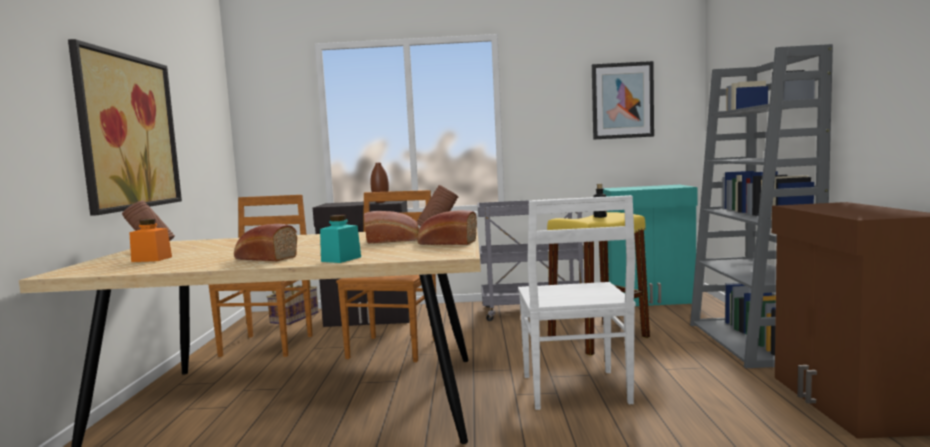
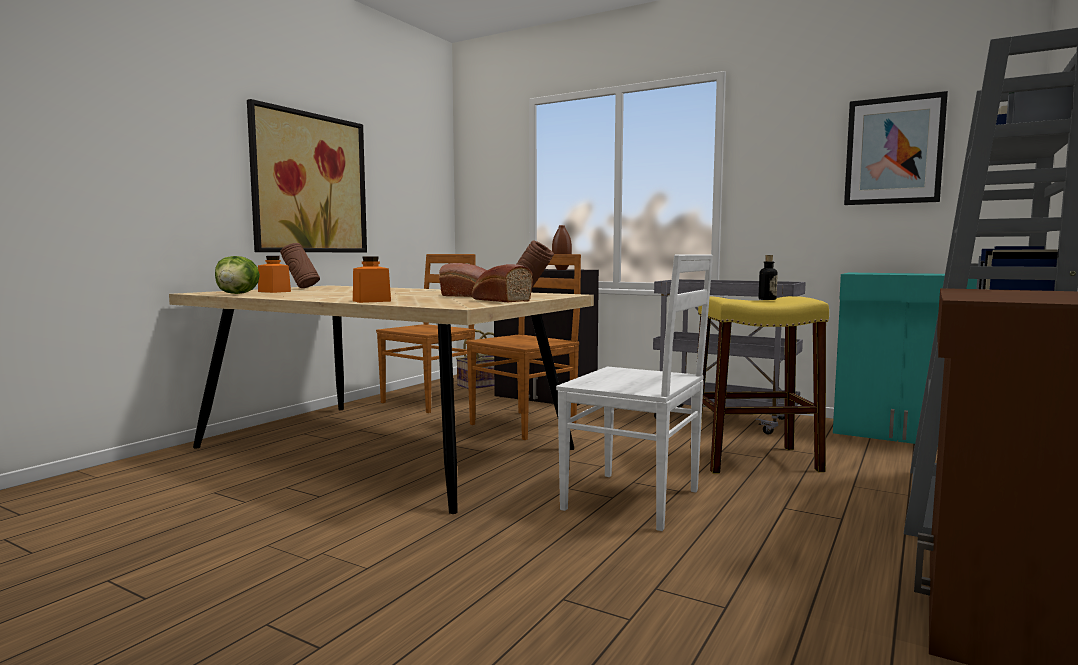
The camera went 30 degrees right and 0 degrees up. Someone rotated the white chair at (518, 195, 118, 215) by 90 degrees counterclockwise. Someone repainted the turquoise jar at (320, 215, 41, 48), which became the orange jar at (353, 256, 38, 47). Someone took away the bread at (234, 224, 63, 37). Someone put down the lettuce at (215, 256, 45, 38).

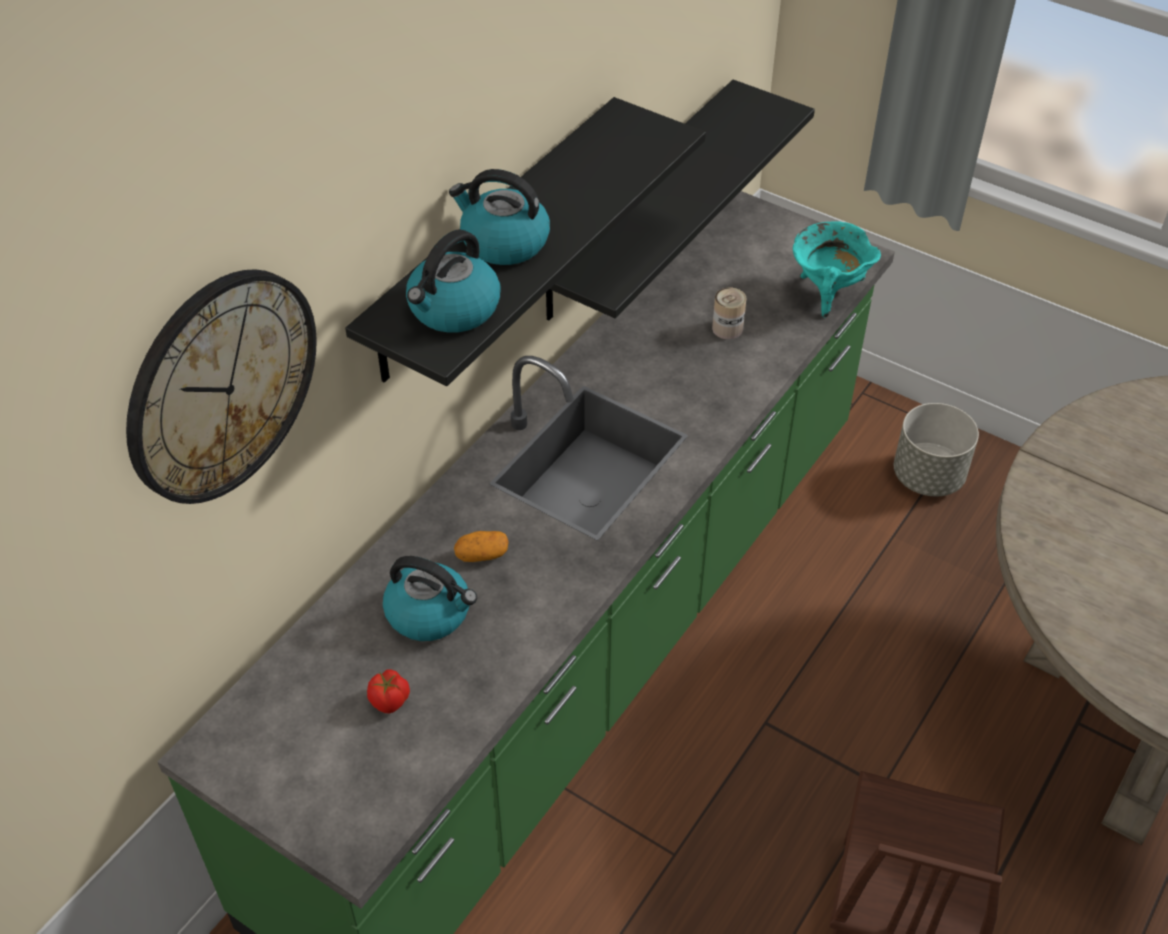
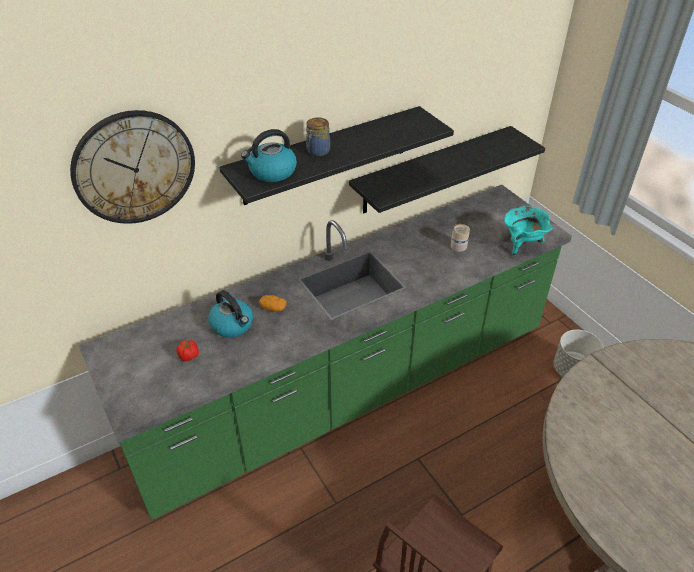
The camera went 25 degrees right and 5 degrees down. Someone swapped the kettle at (449, 169, 101, 96) for the jar at (306, 117, 24, 39).

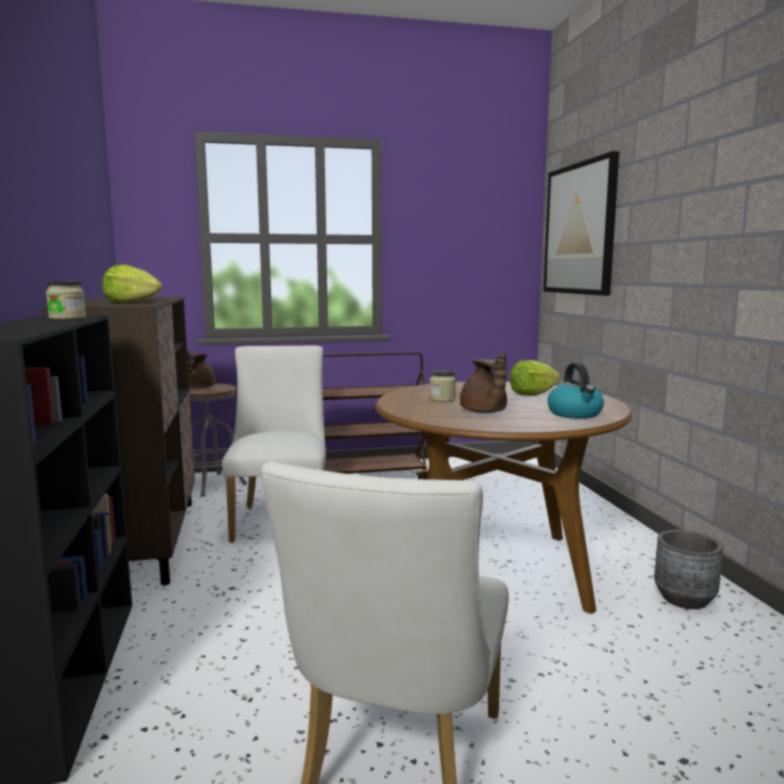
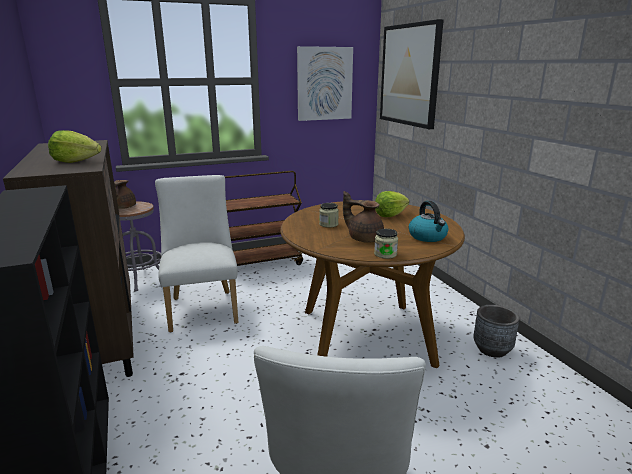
The camera went 10 degrees left and 10 degrees up. Someone carried the jar from (46, 282, 40, 38) to (374, 229, 24, 30). Someone rotated the brown teapot at (460, 352, 47, 61) by 150 degrees clockwise. Someone put up the picture at (297, 46, 56, 75).

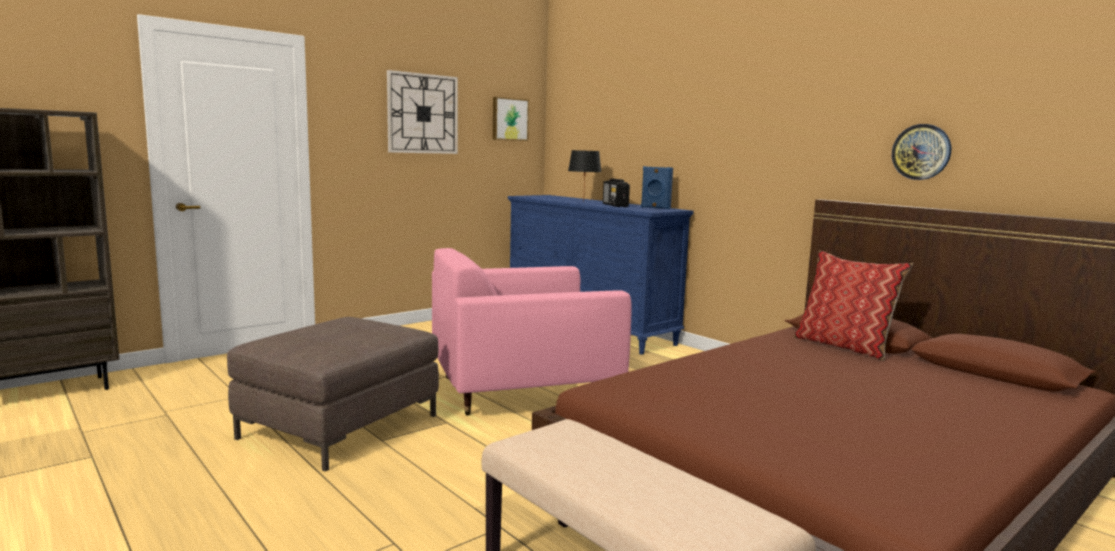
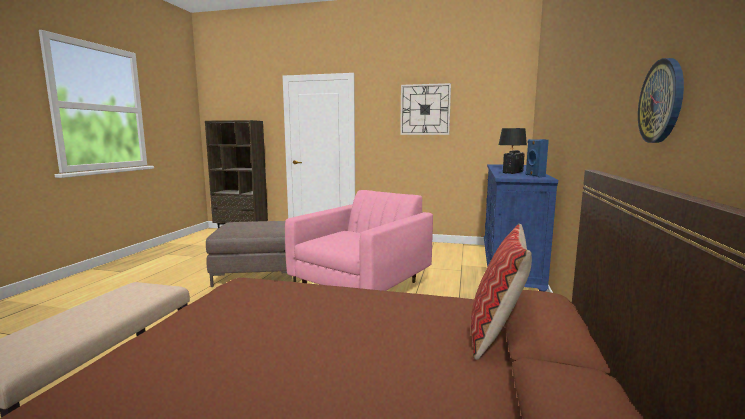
The camera went 55 degrees right and 0 degrees up. Someone took away the picture at (493, 97, 36, 44). Someone rotated the pink armchair at (432, 248, 200, 168) by 90 degrees clockwise.

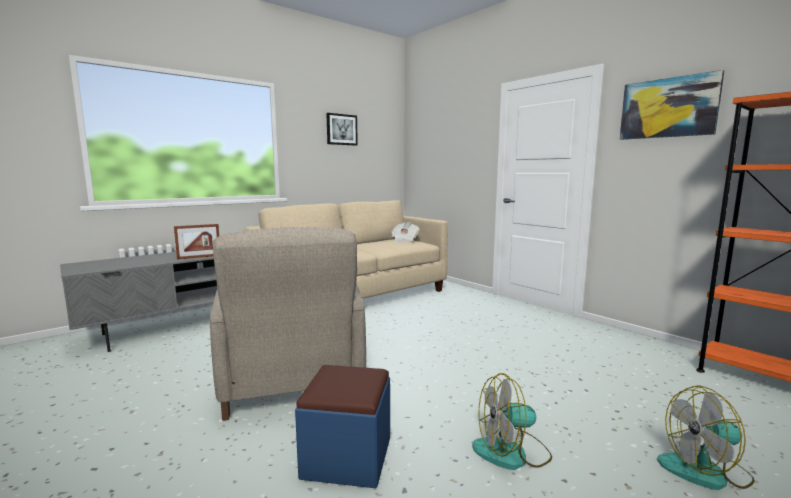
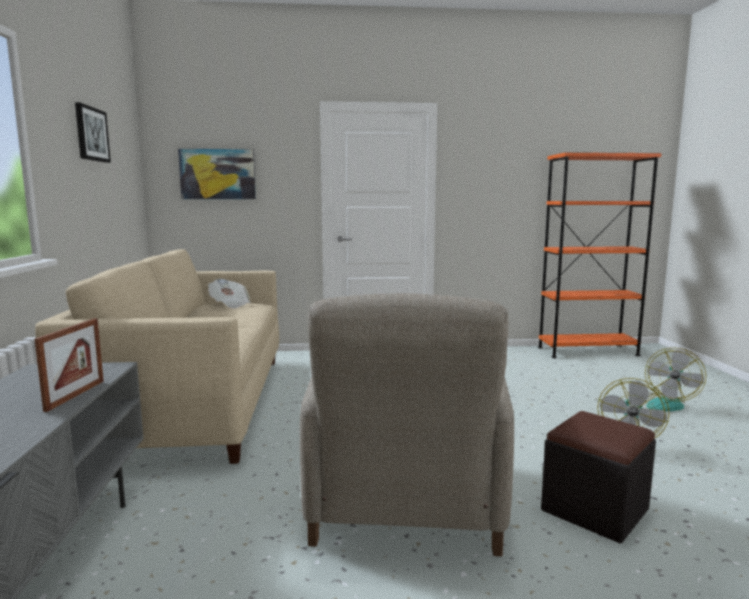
The camera went 55 degrees left and 0 degrees up. Someone carried the picture from (620, 70, 104, 70) to (178, 149, 78, 50). Someone rotated the beige armchair at (210, 227, 156, 194) by 75 degrees clockwise. Someone repainted the blue ottoman at (295, 365, 95, 123), which became the black ottoman at (541, 411, 115, 132).

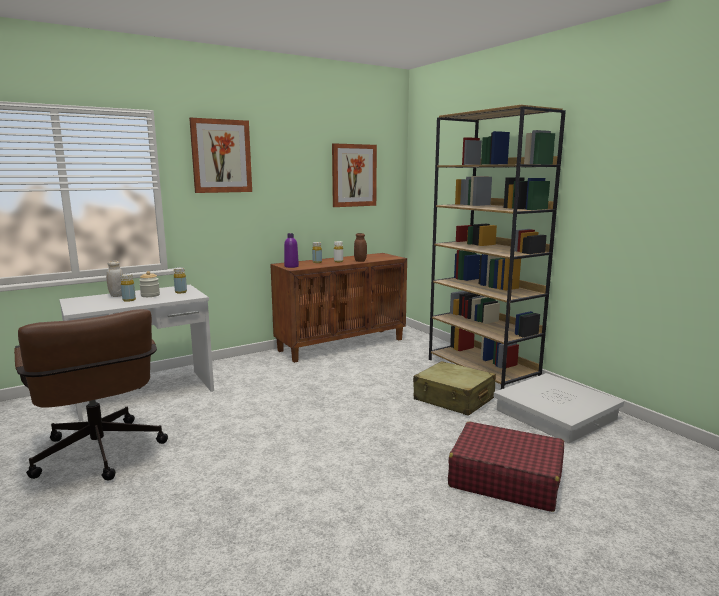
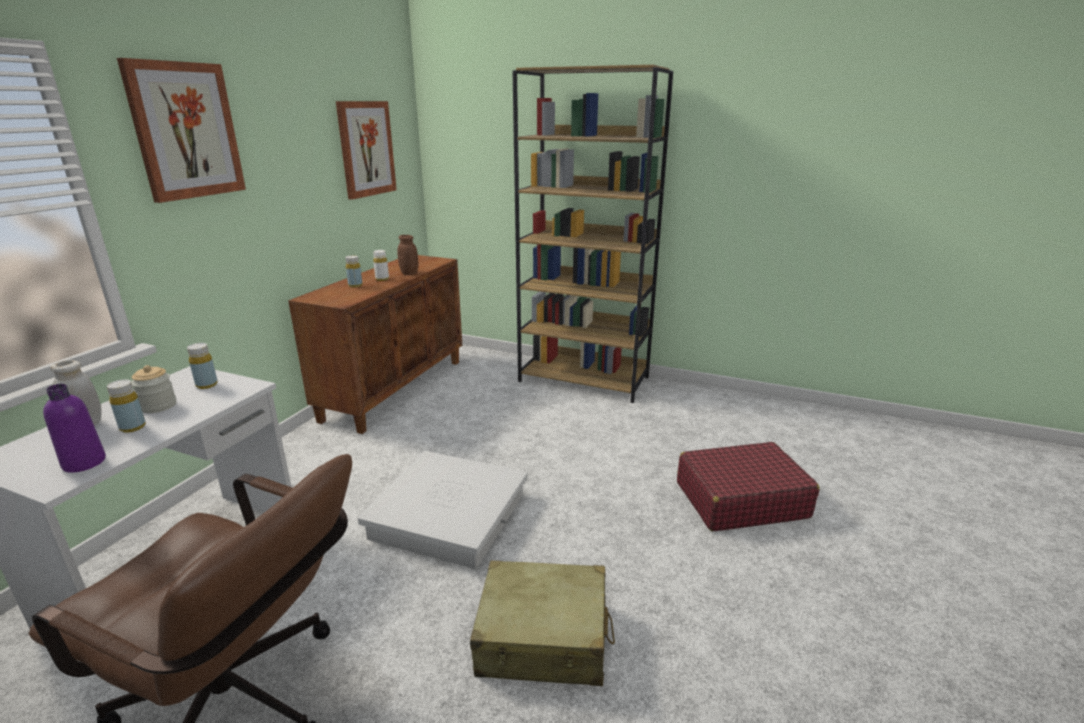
The camera went 35 degrees left and 10 degrees up. Someone carried the purple bottle from (284, 233, 15, 35) to (43, 384, 63, 89). Someone carried the beige suitcase from (413, 361, 83, 55) to (470, 560, 145, 126). Someone carried the white storage box from (494, 373, 130, 71) to (358, 451, 170, 118).

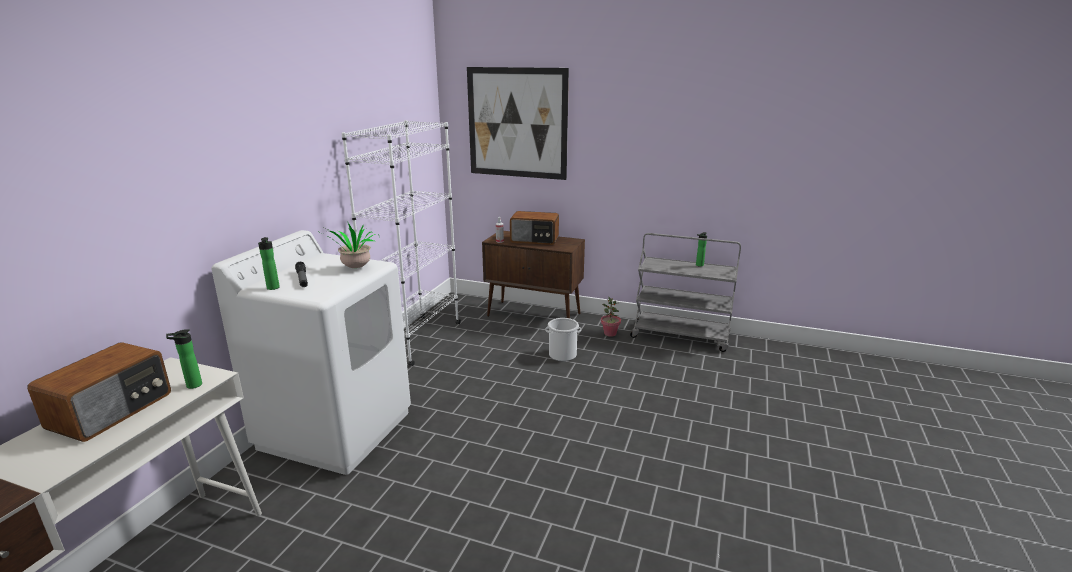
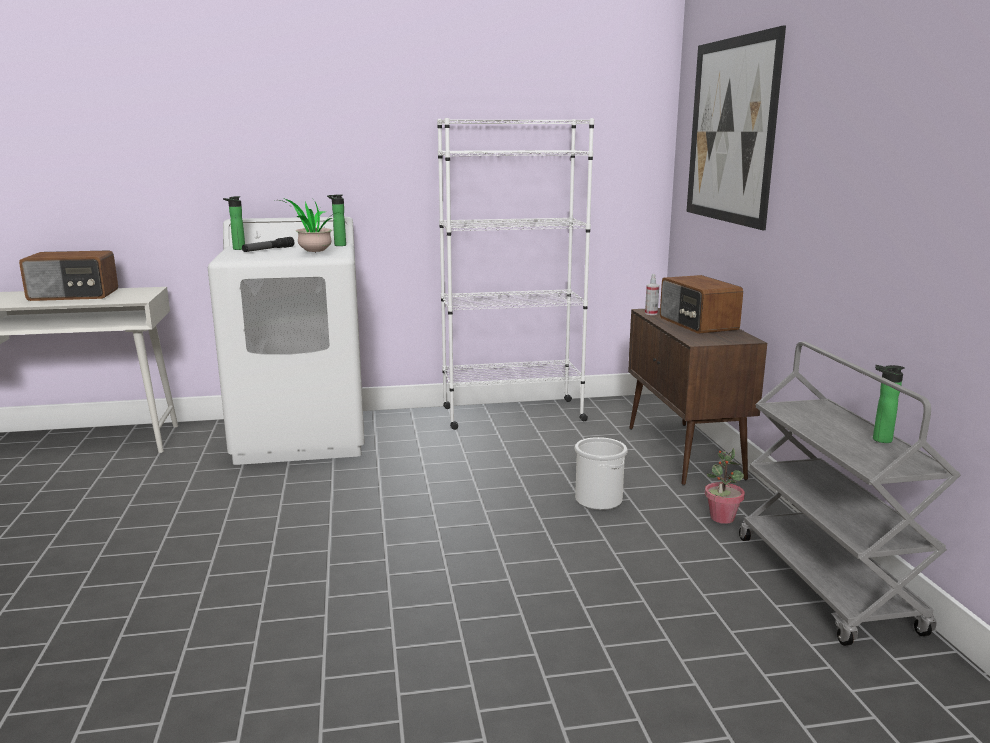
The camera went 60 degrees right and 5 degrees down. Someone carried the bottle from (166, 329, 36, 60) to (327, 194, 19, 52).

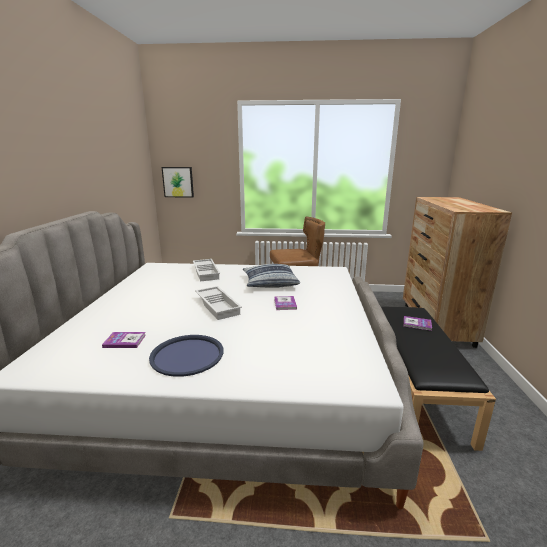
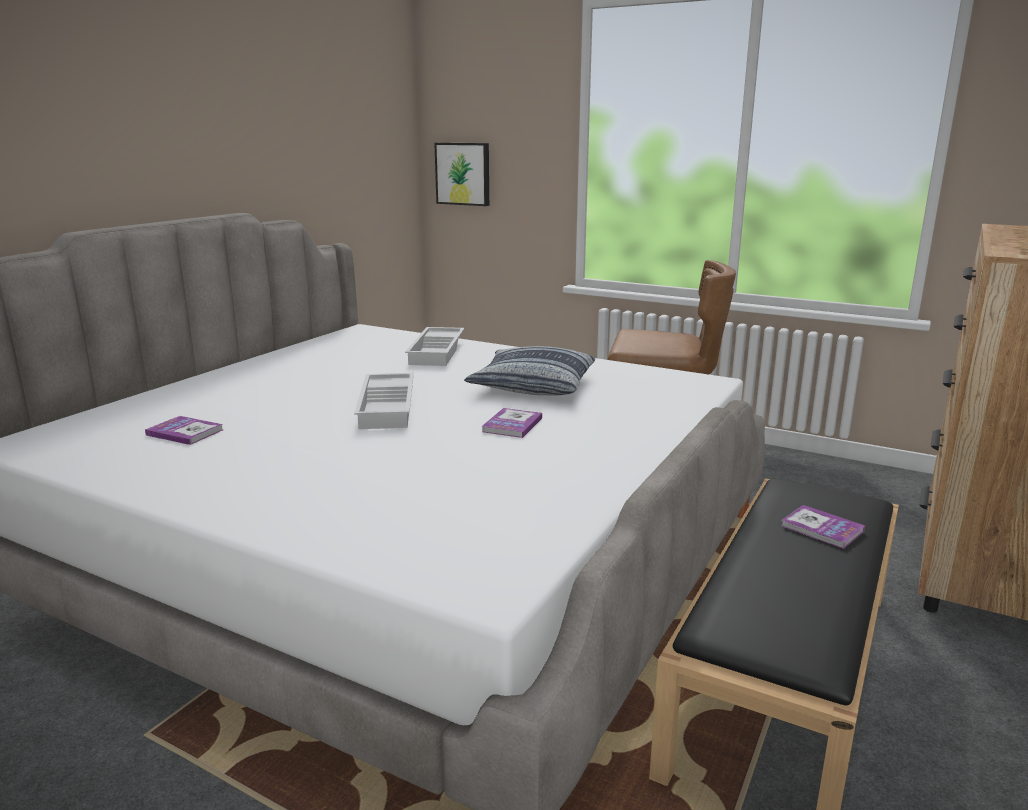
The camera went 25 degrees right and 0 degrees up. Someone took away the blue tray at (149, 335, 75, 42).

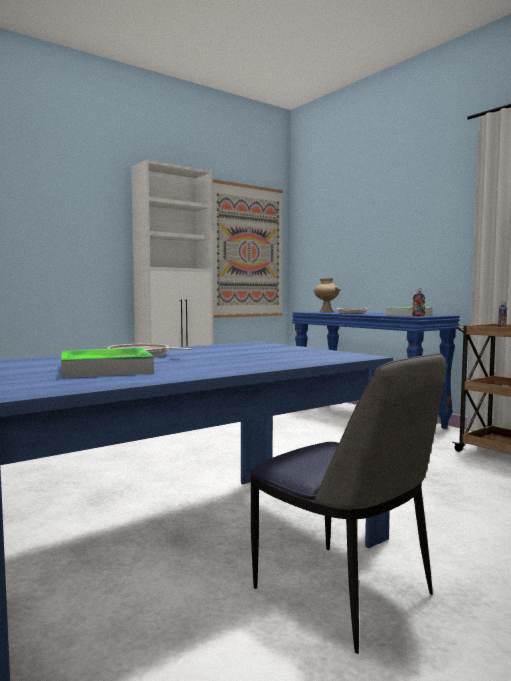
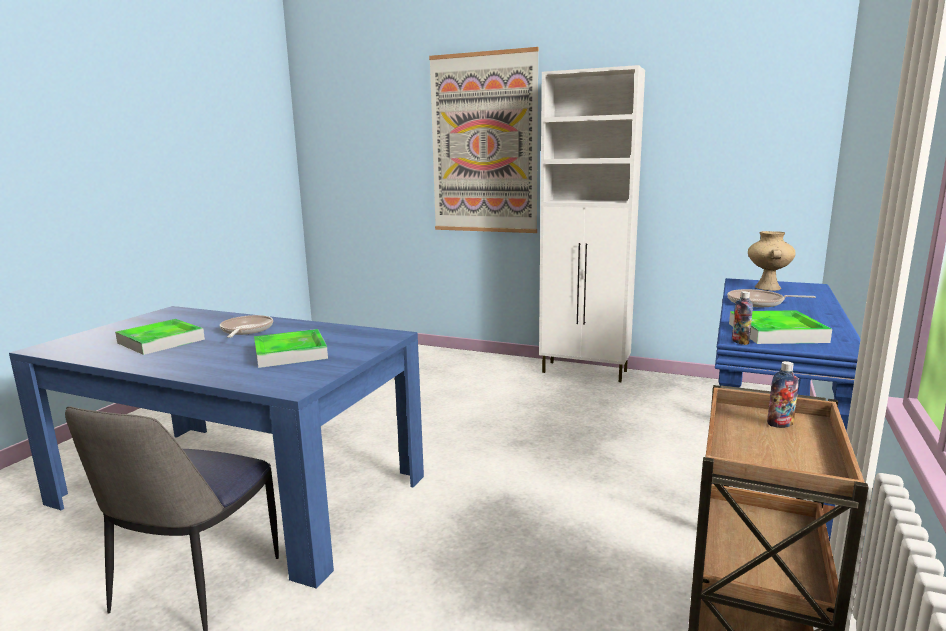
The camera went 60 degrees right and 10 degrees up. Someone carried the picture from (212, 179, 71, 139) to (429, 47, 110, 186). Someone put down the tray at (254, 329, 74, 39).

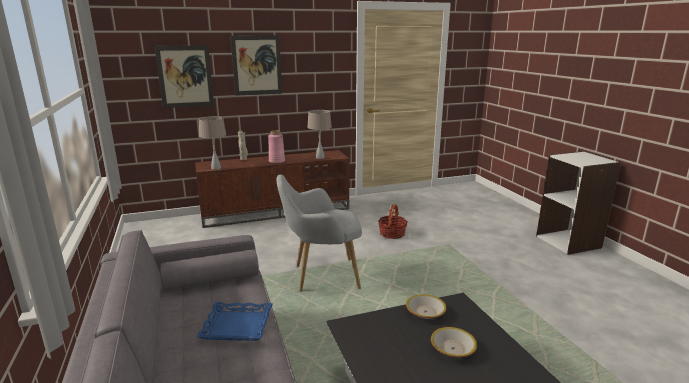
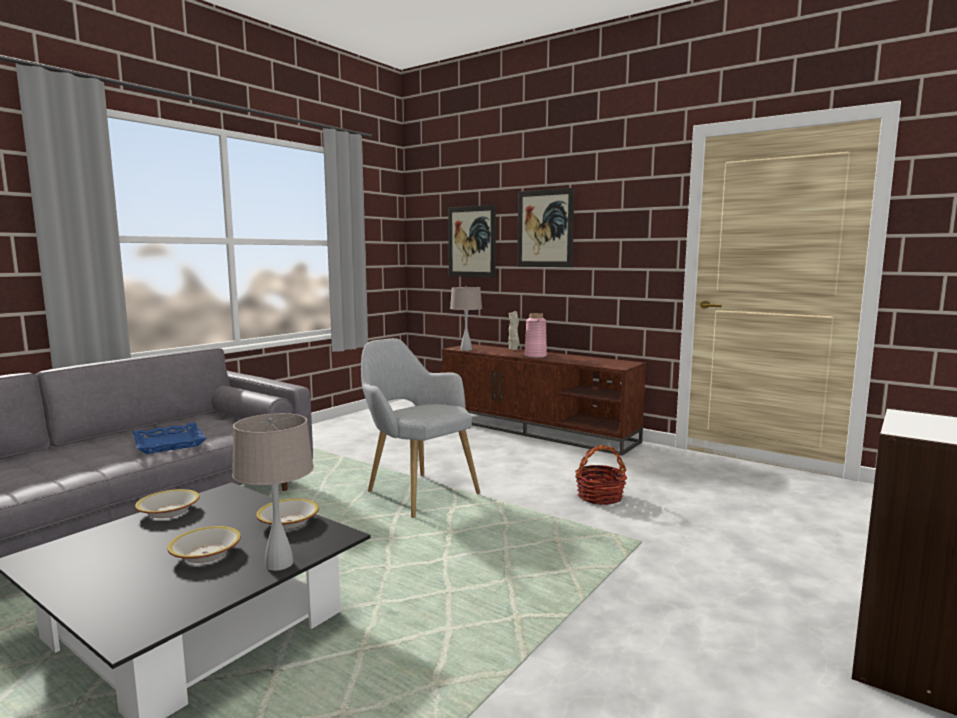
The camera went 55 degrees right and 10 degrees down. Someone carried the beige table lamp from (307, 110, 25, 49) to (232, 413, 82, 158). Someone put down the bowl at (135, 489, 65, 29).

